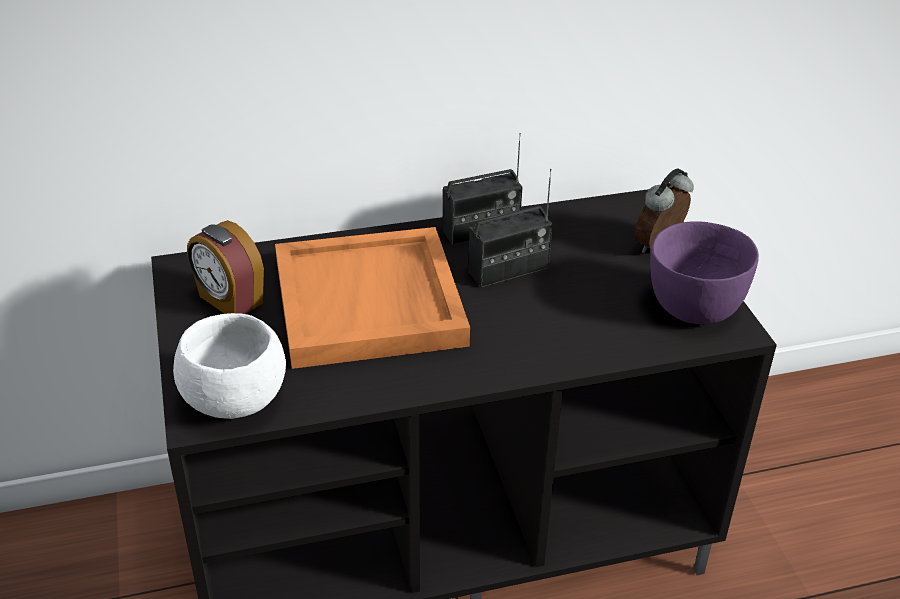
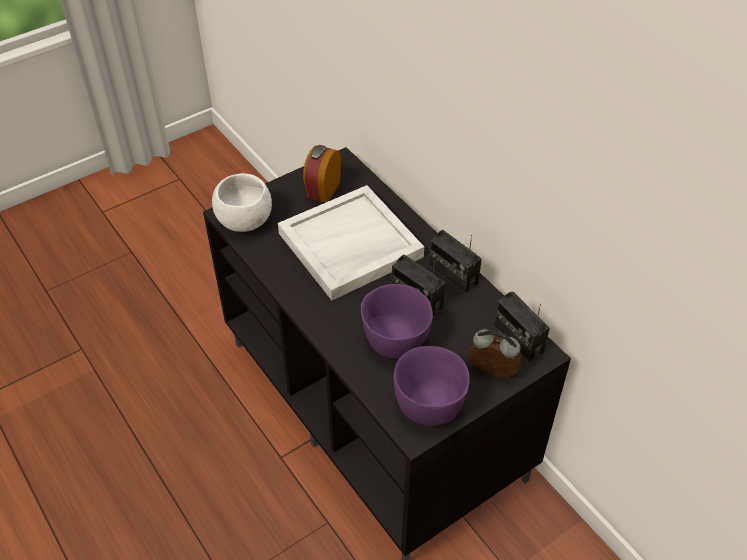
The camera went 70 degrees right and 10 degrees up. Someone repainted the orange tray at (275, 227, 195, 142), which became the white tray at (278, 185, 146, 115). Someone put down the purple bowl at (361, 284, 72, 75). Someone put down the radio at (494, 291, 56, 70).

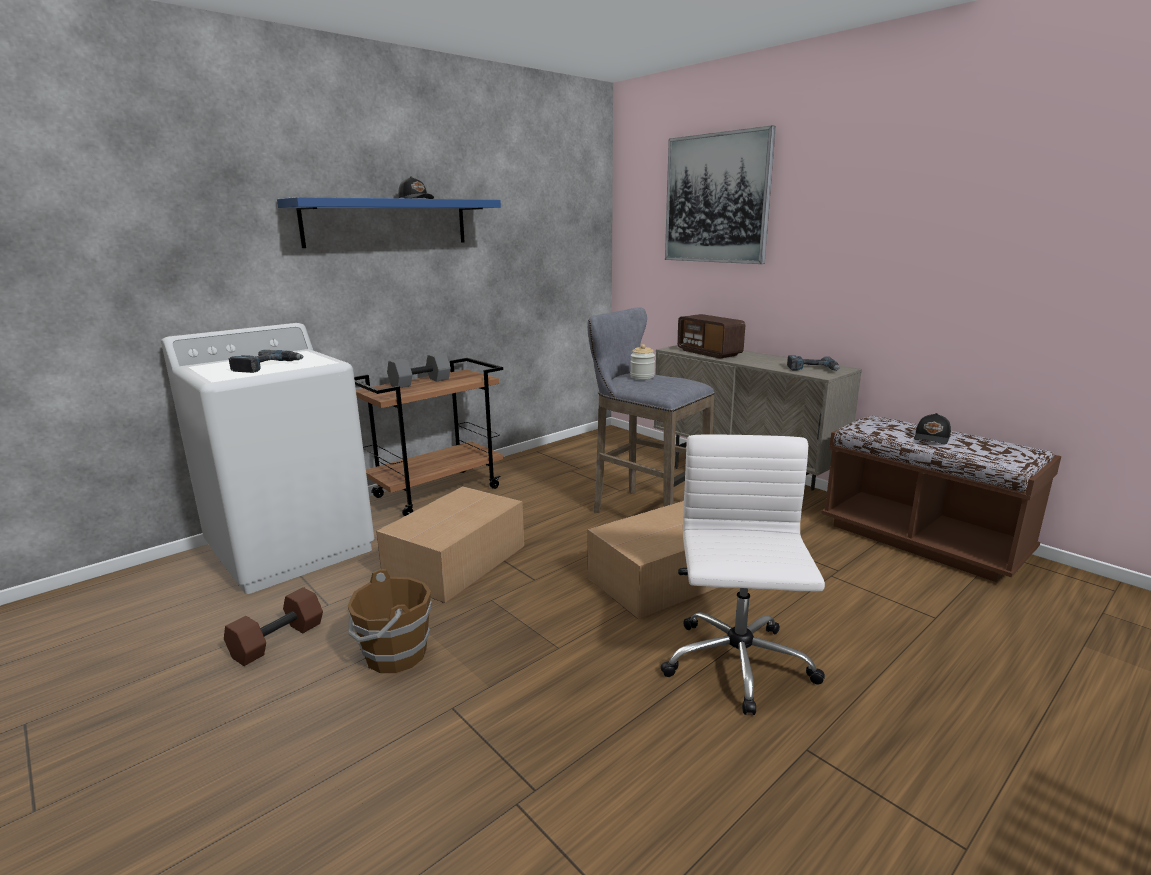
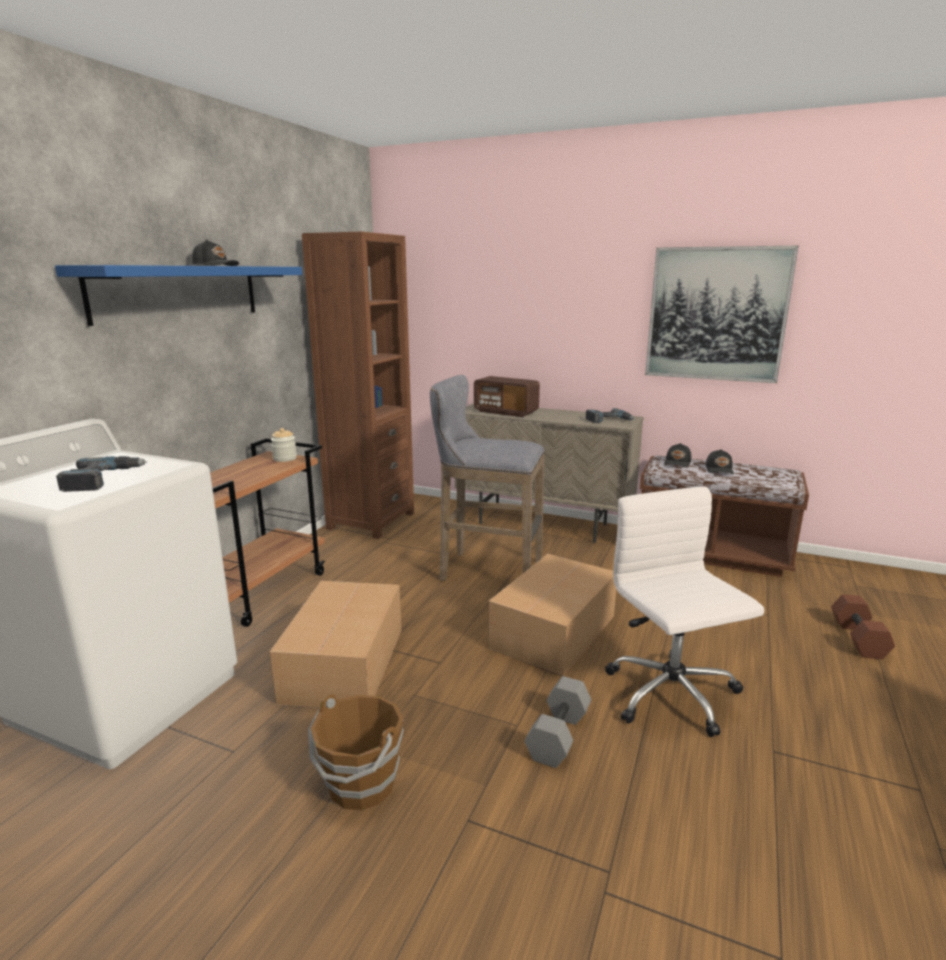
The camera went 25 degrees left and 0 degrees up. Someone carried the picture from (665, 125, 111, 139) to (645, 246, 154, 137). Someone carried the jar from (630, 344, 25, 35) to (271, 428, 26, 34). Someone carried the grey dumbbell from (387, 353, 64, 35) to (524, 676, 67, 92). Someone carried the brown dumbbell from (224, 587, 99, 79) to (831, 594, 64, 65). Someone put down the brown bookcase at (302, 232, 112, 307). Someone put down the black cap at (664, 443, 28, 25).

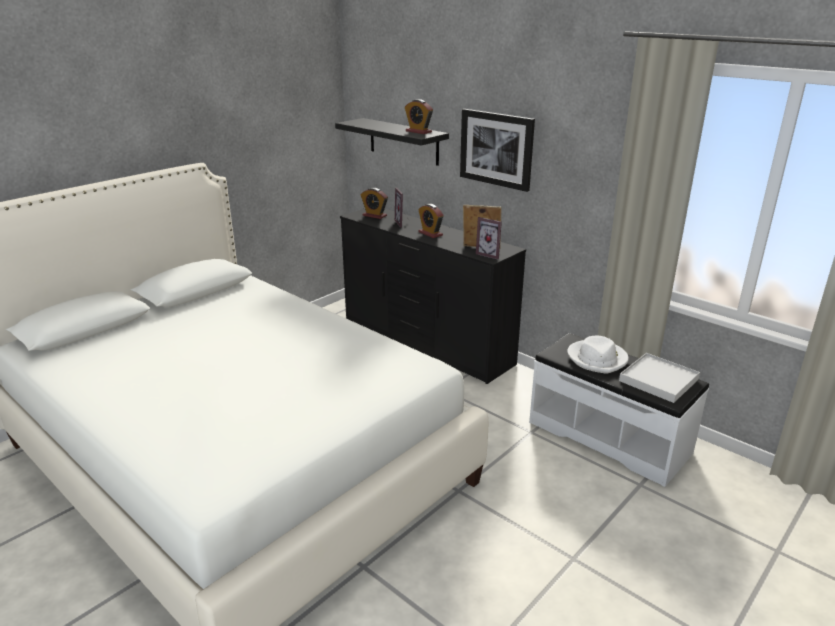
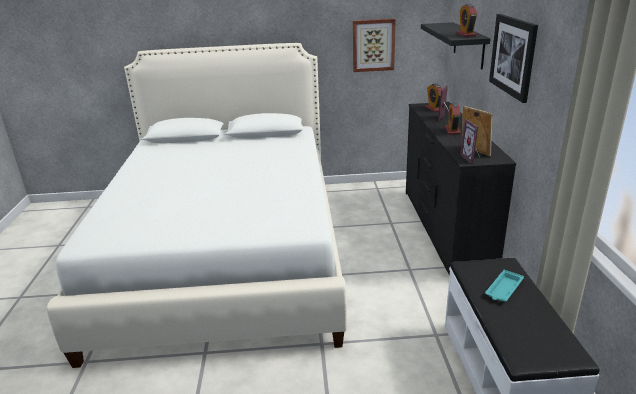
The camera went 45 degrees right and 0 degrees up. Someone swapped the white hat at (567, 336, 62, 38) for the turquoise tray at (485, 270, 39, 32). Someone took away the white tray at (619, 353, 81, 50). Someone put up the picture at (353, 19, 43, 53).

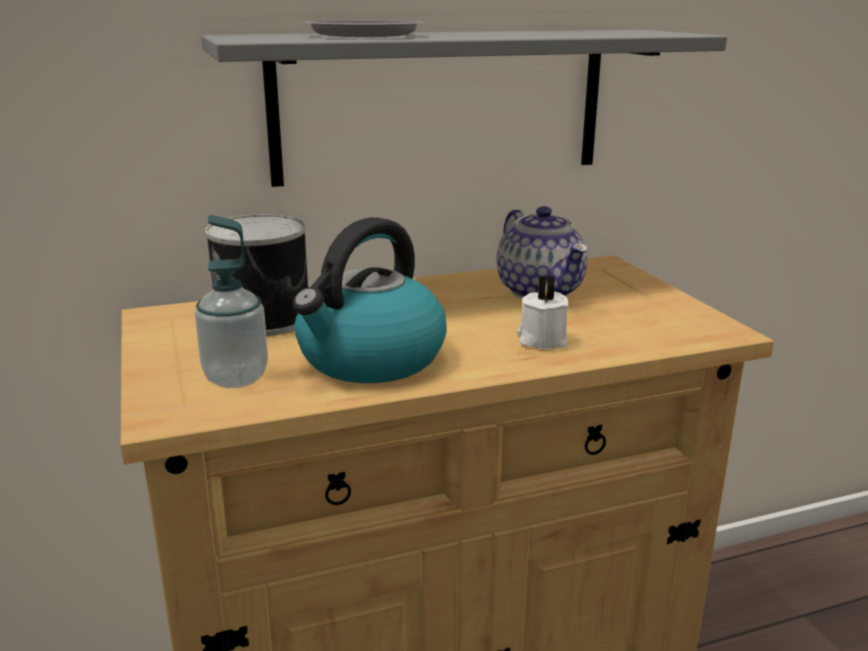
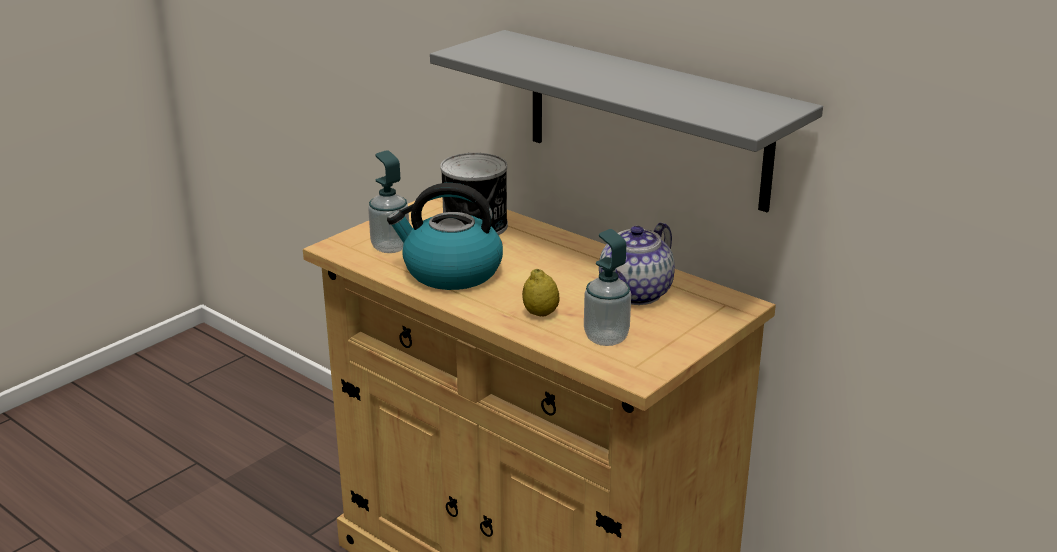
The camera went 60 degrees right and 5 degrees up. Someone took away the grey plate at (303, 19, 122, 18). Someone swapped the white candle at (517, 275, 52, 74) for the lemon at (522, 269, 37, 47). Someone put down the soap dispenser at (584, 229, 47, 117).

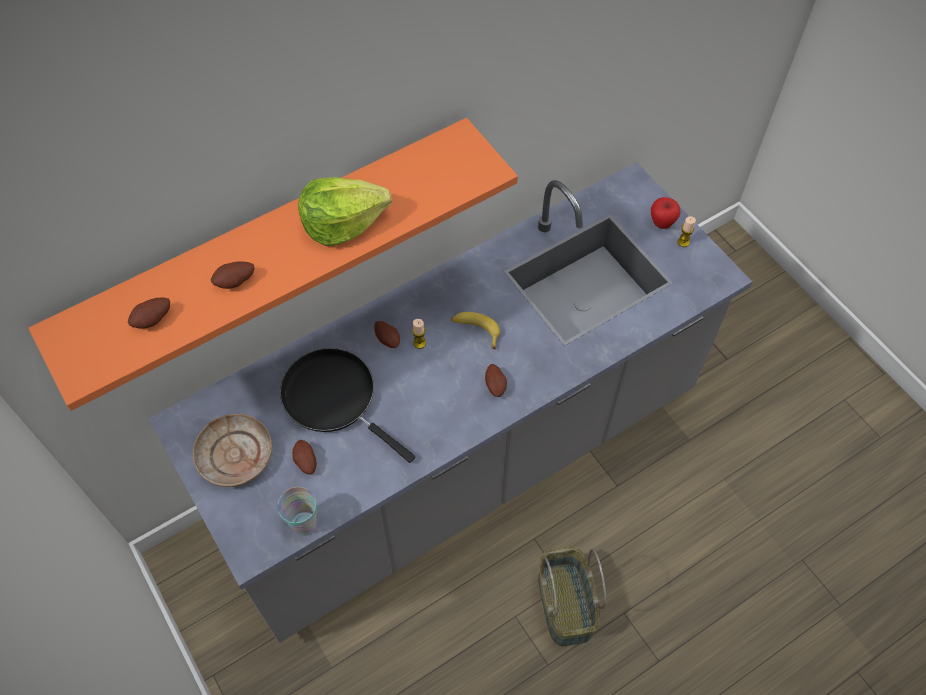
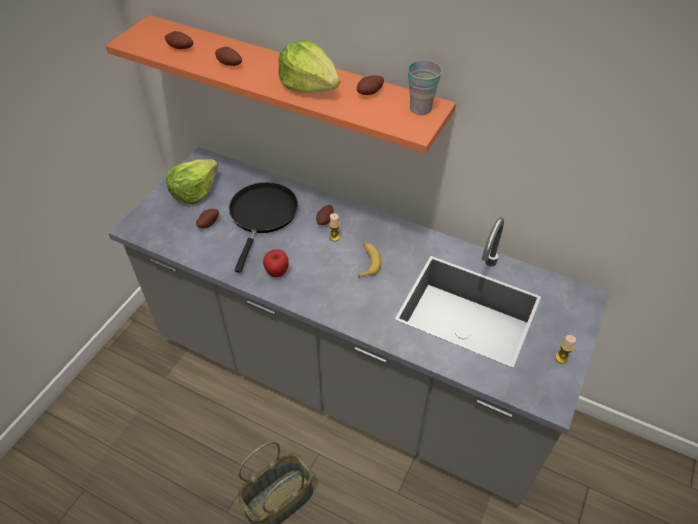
The camera went 60 degrees right and 10 degrees down. Someone carried the apple from (651, 197, 30, 32) to (263, 249, 26, 28). Someone carried the potato from (485, 364, 22, 33) to (357, 76, 27, 19). Someone swapped the beige plate at (193, 414, 79, 73) for the lettuce at (166, 159, 52, 45). Someone carried the cup from (277, 487, 40, 49) to (408, 60, 34, 55).

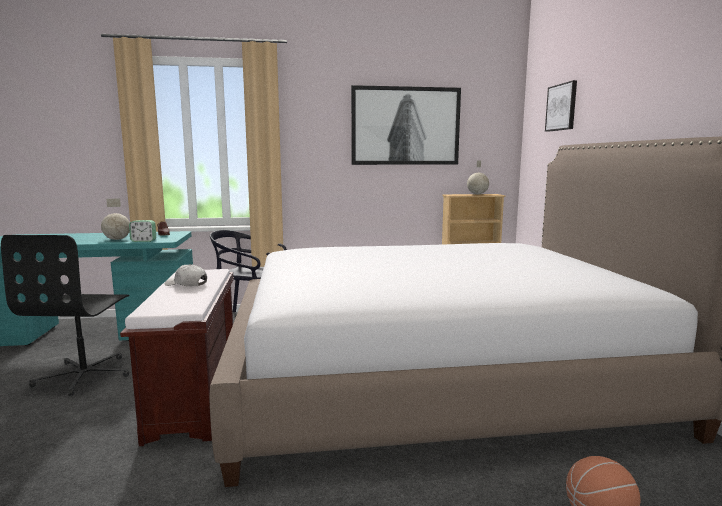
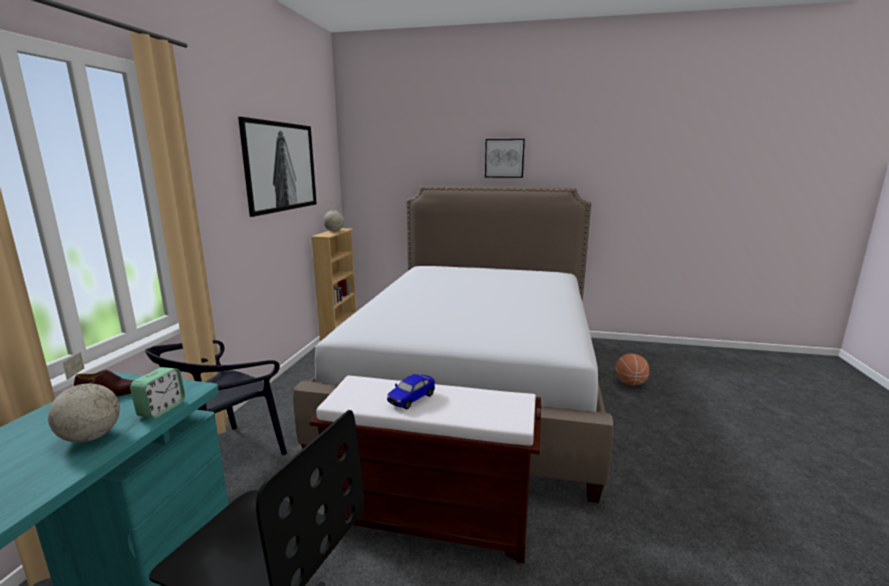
The camera went 70 degrees left and 5 degrees up. Someone carried the picture from (545, 80, 32, 52) to (485, 139, 40, 39). Someone swapped the white cap at (165, 264, 42, 22) for the toy car at (387, 374, 48, 35).

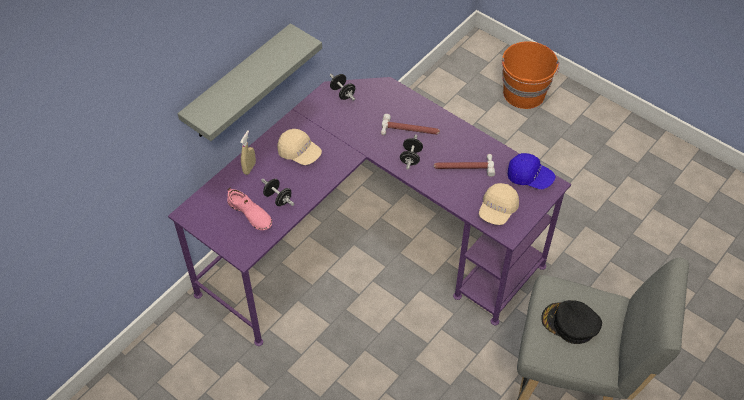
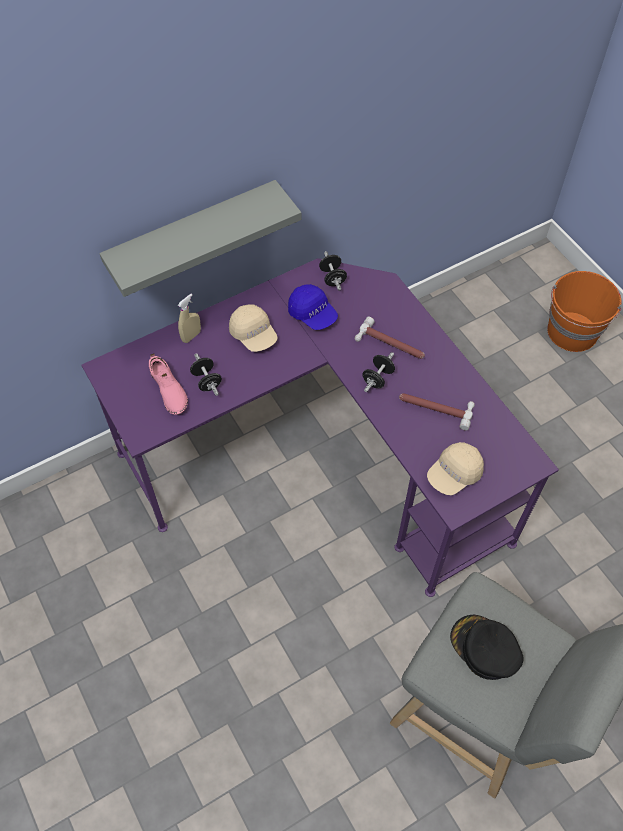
The camera went 20 degrees right and 5 degrees up. Someone carried the blue cap from (508, 153, 47, 36) to (288, 284, 50, 46).

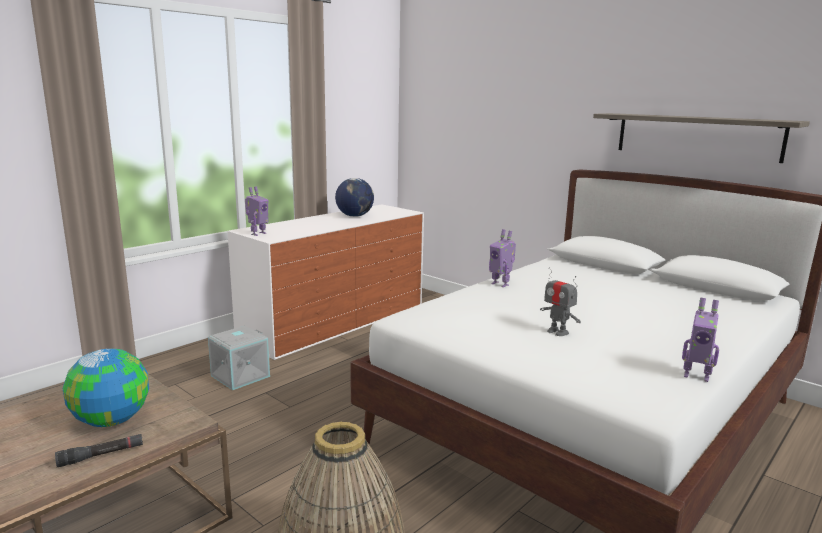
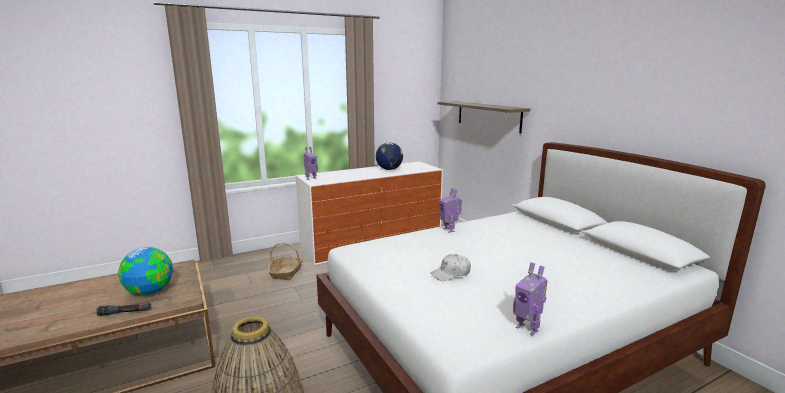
The camera went 20 degrees right and 0 degrees up. Someone carried the shelf from (593, 113, 217, 50) to (438, 101, 92, 32). Someone swapped the toy robot at (540, 267, 41, 69) for the white cap at (430, 254, 41, 27). Someone swapped the grey storage box at (208, 326, 62, 64) for the basket at (268, 243, 35, 37).

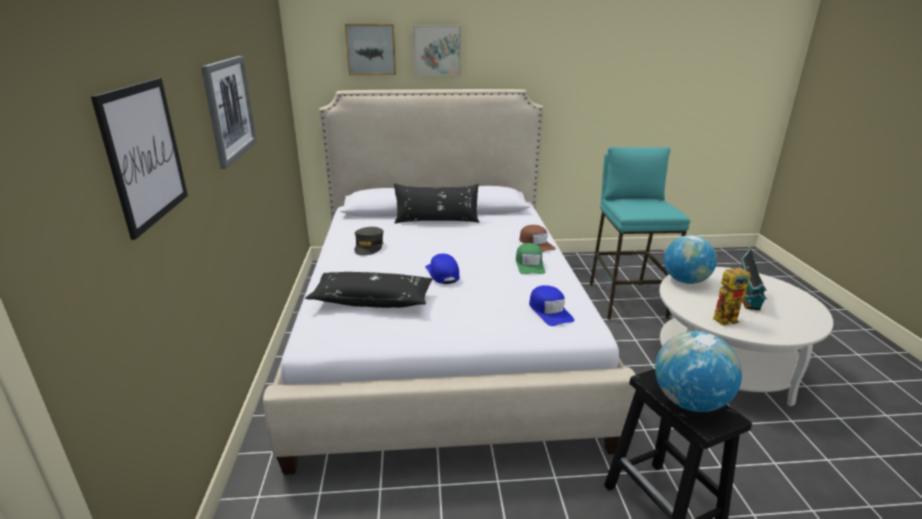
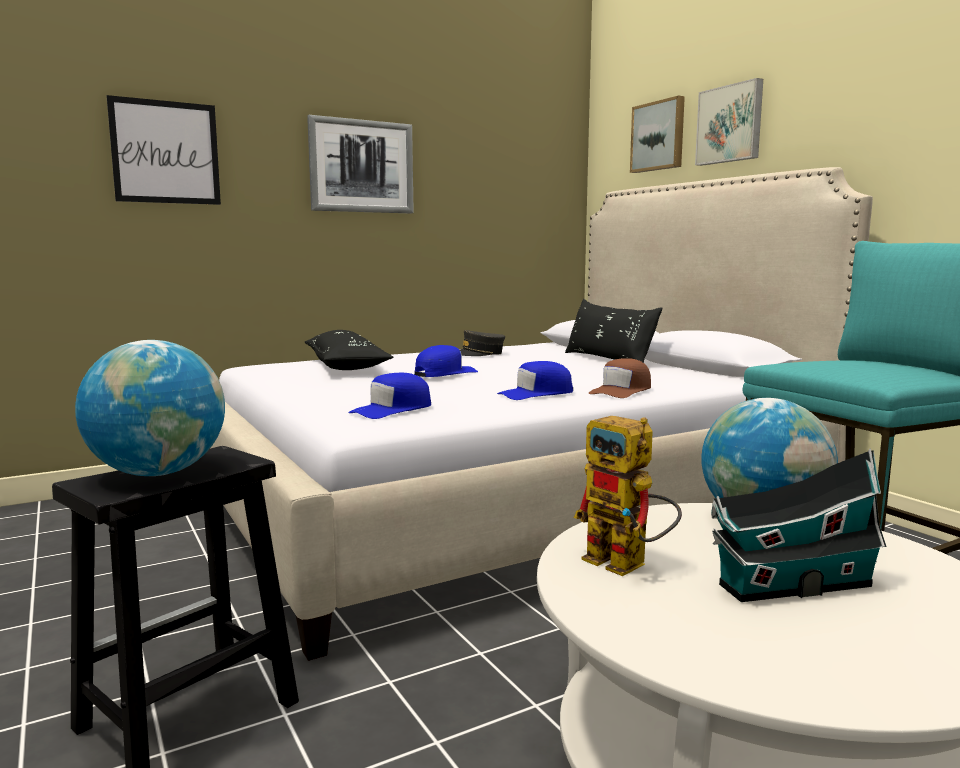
The camera went 65 degrees right and 15 degrees down. Someone repainted the green cap at (516, 243, 29, 31), which became the blue cap at (497, 361, 76, 39).

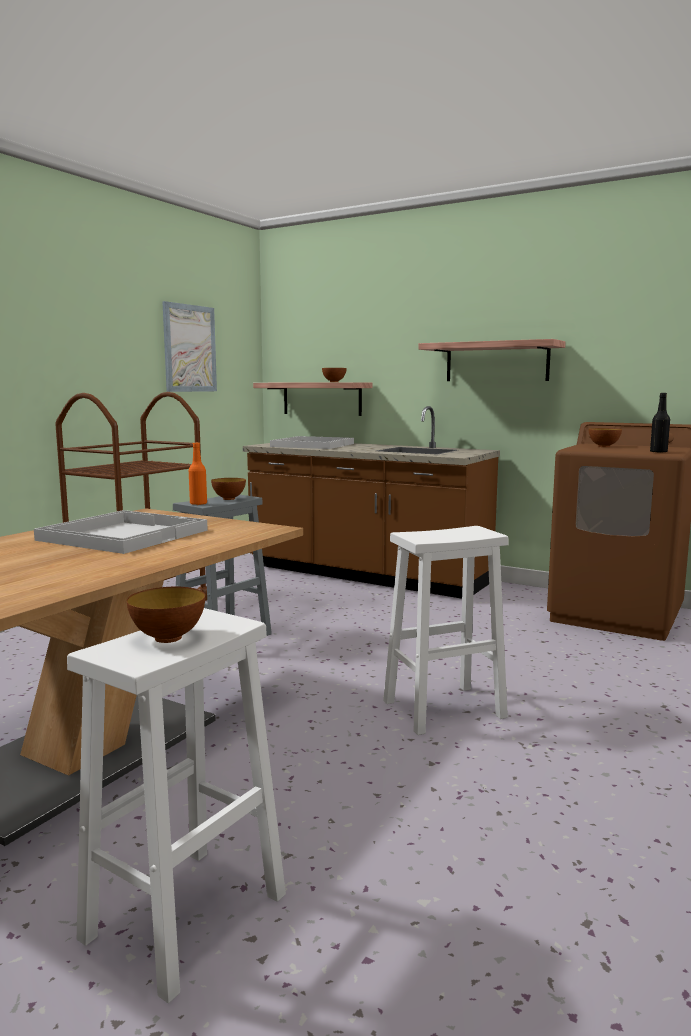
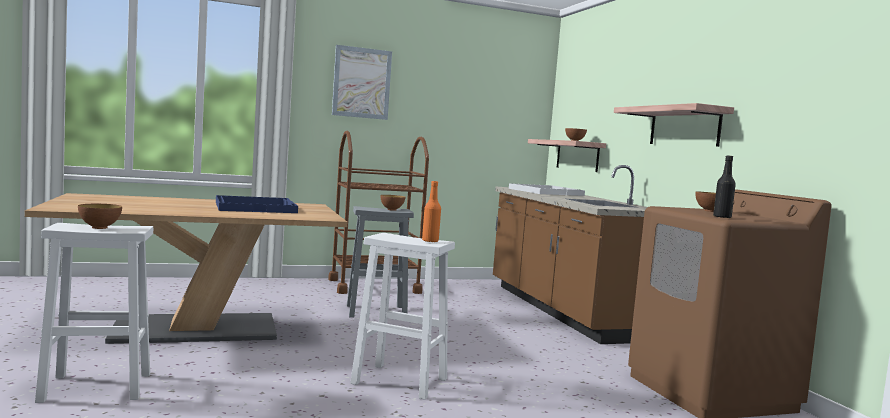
The camera went 40 degrees right and 5 degrees down. Someone carried the picture from (162, 301, 55, 91) to (332, 45, 60, 75). Someone carried the orange bottle from (189, 442, 18, 63) to (422, 181, 19, 61). Someone repainted the white tray at (34, 510, 174, 44), which became the blue tray at (216, 195, 82, 18).

